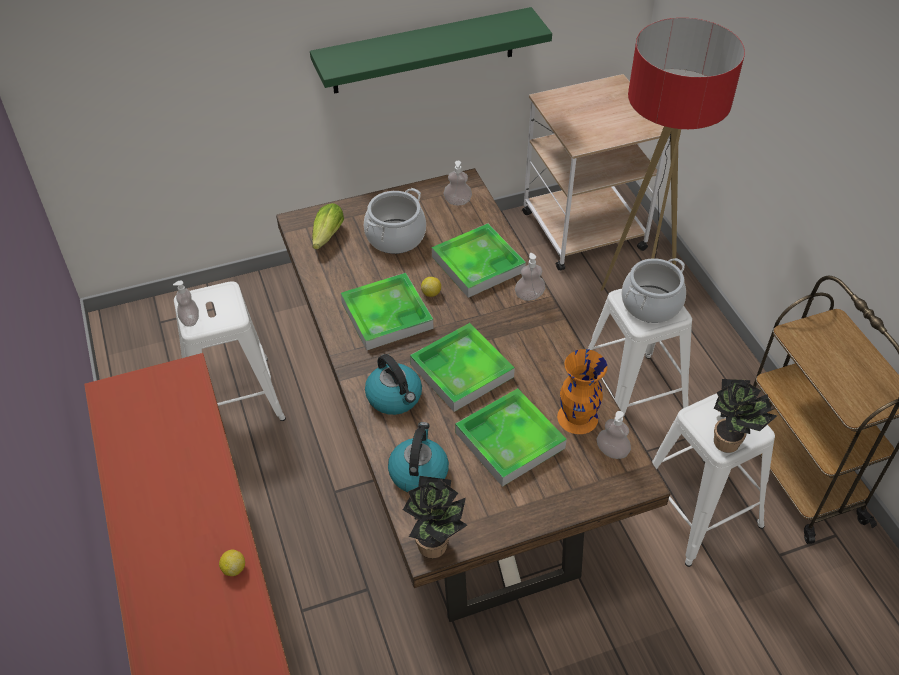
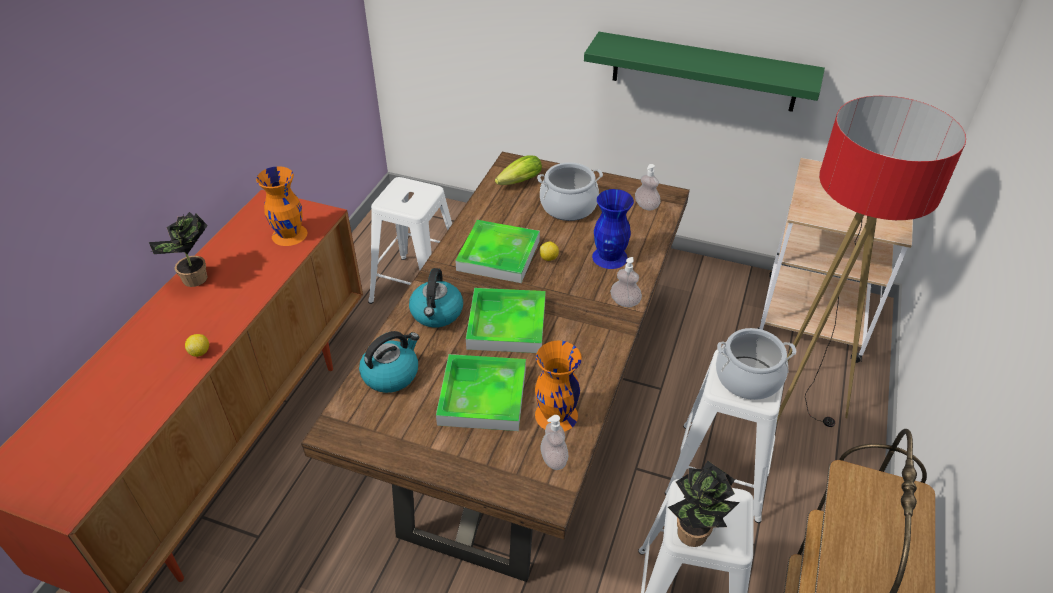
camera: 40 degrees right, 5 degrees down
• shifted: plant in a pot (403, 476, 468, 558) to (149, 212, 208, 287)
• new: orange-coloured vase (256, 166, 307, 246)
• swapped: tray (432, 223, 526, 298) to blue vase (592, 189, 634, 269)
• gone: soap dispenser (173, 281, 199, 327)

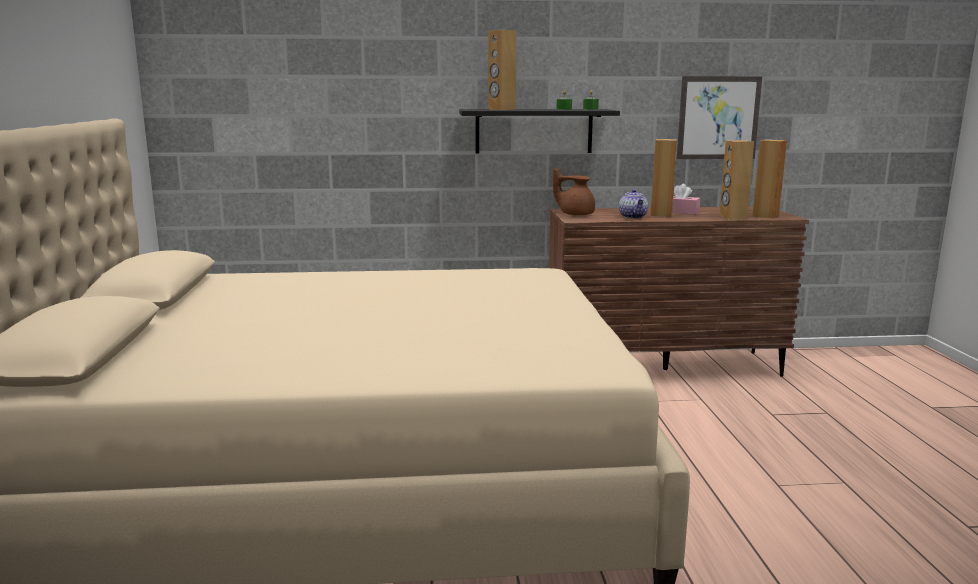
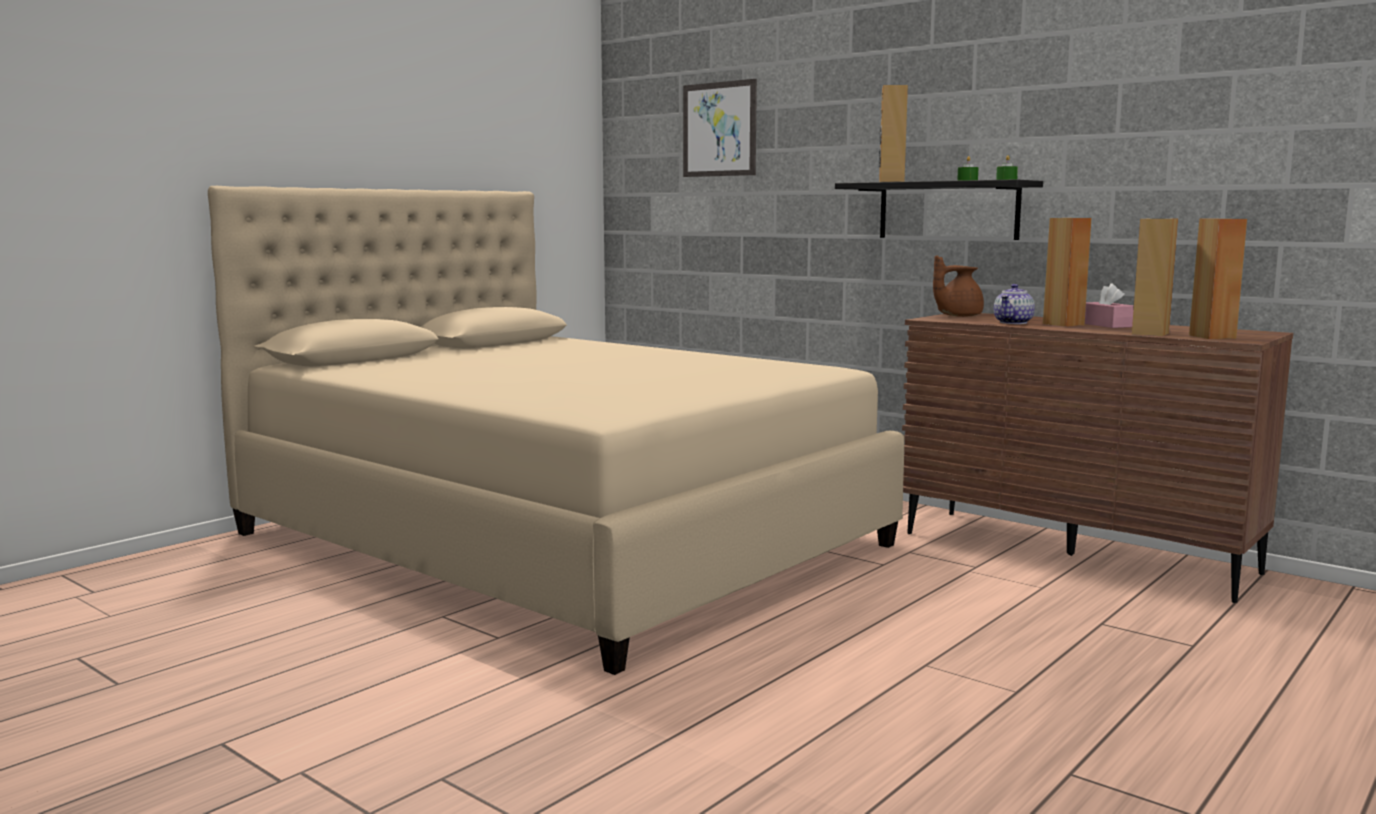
camera: 45 degrees right, 5 degrees down
• shifted: wall art (677, 76, 762, 159) to (683, 79, 757, 177)
• rotated: brownish pot for tea (553, 167, 595, 216) = (933, 256, 984, 317) 90 degrees counterclockwise

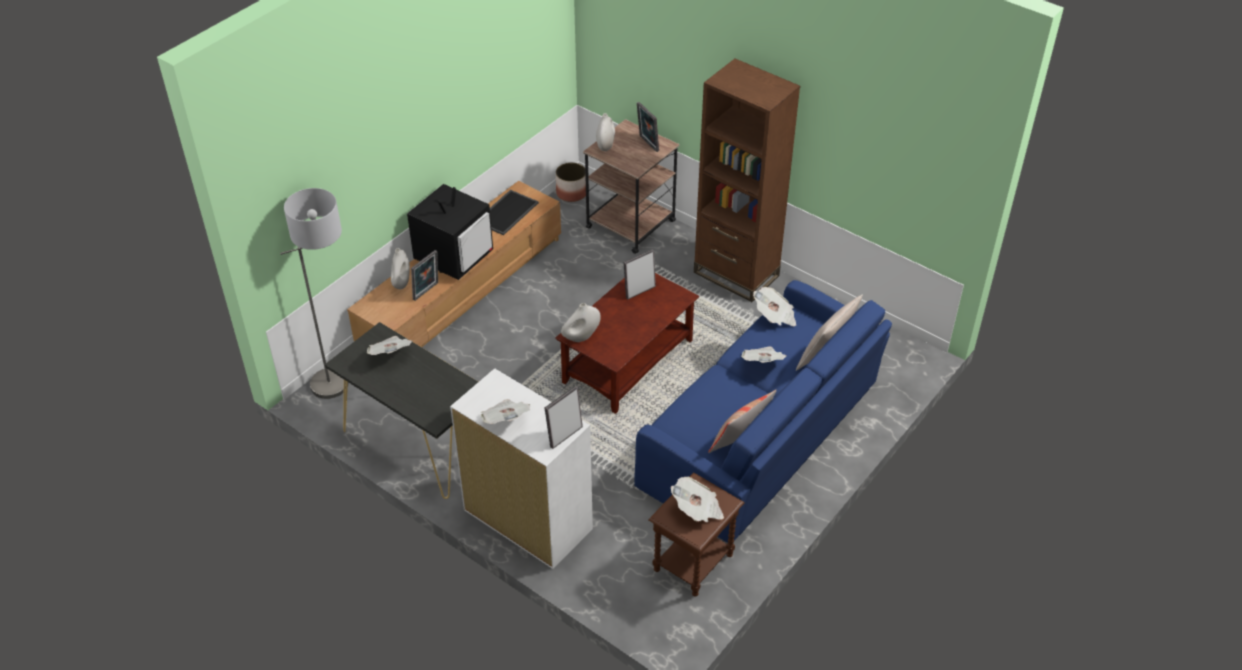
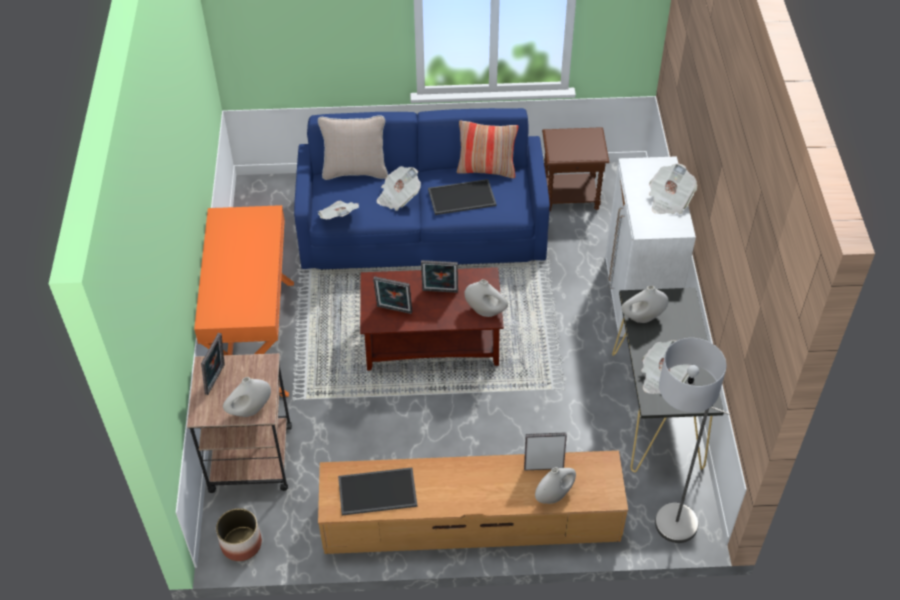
camera: 130 degrees left, 5 degrees up
• swapped: brownish bookshelf (694, 59, 800, 302) to orange-coloured hall table (194, 205, 294, 397)
• shifted: picture frame (545, 386, 583, 449) to (421, 260, 458, 293)
• new: tray (428, 179, 497, 215)
• new: whitish vase (621, 285, 669, 323)
• gone: TV (407, 184, 493, 280)
• gone: newspaper (671, 477, 724, 522)

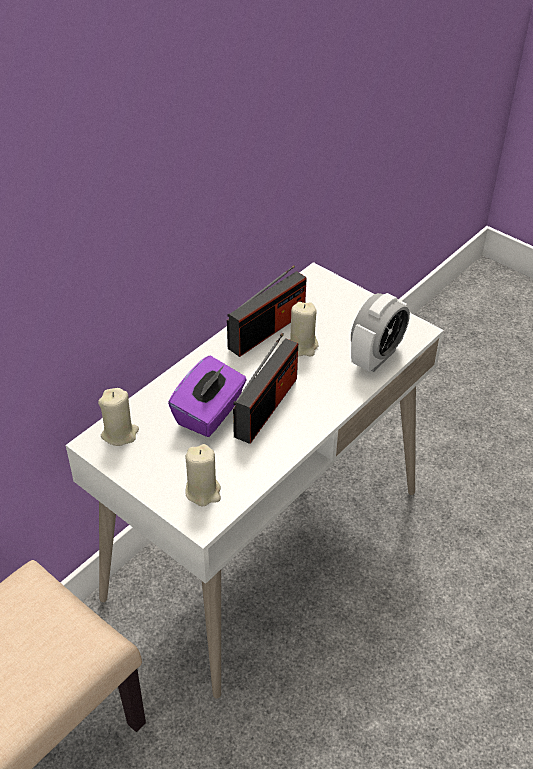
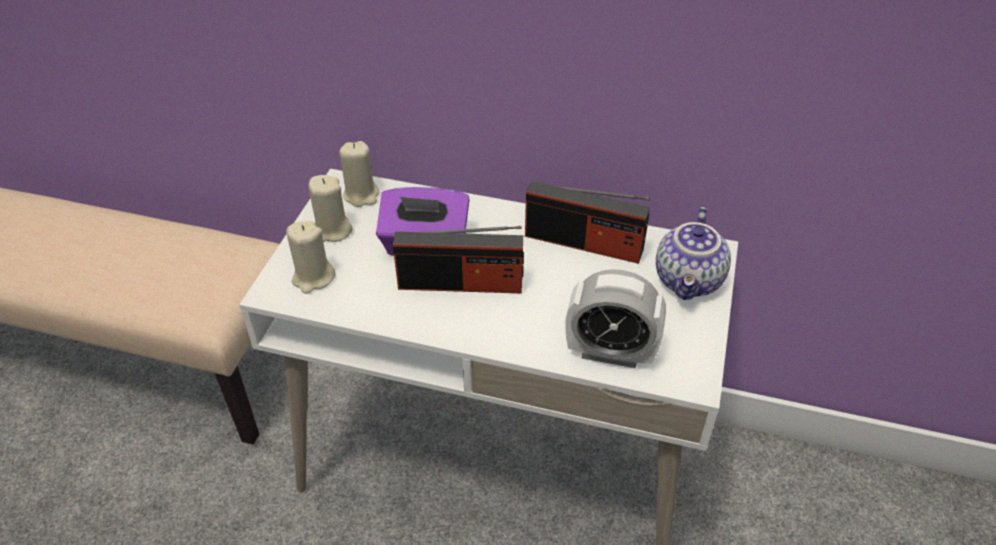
camera: 65 degrees right, 0 degrees up
• shifted: beige-coloured wax candle (290, 302, 318, 357) to (309, 175, 353, 242)
• new: pot for tea (656, 207, 731, 300)

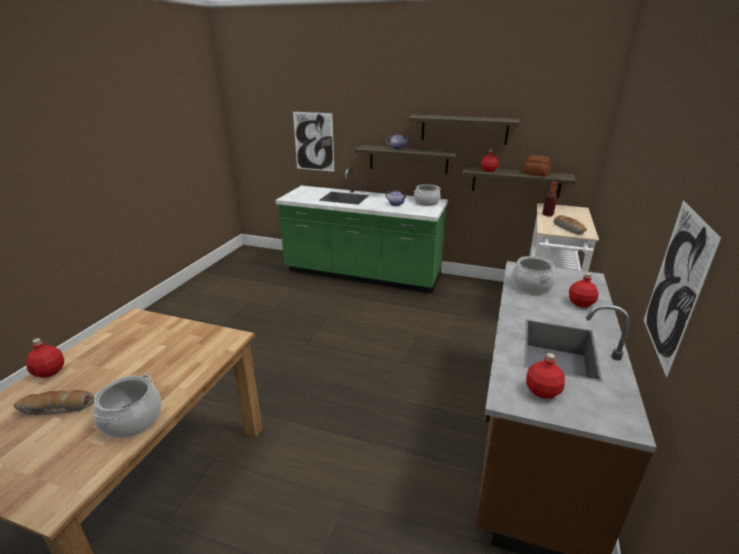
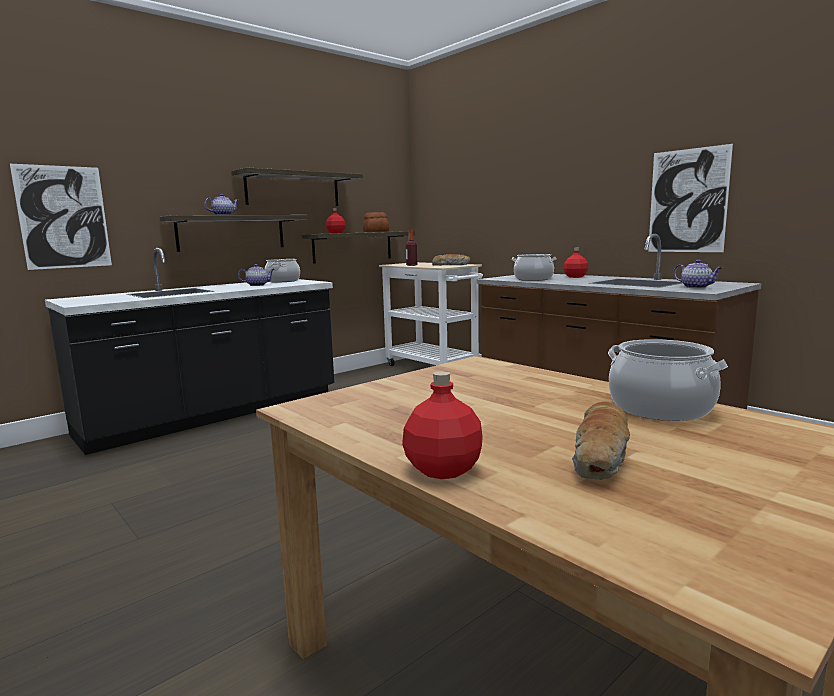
camera: 60 degrees left, 15 degrees down
• repainted: green counter (275, 167, 448, 293) to black counter (45, 248, 334, 455)
• swapped: red beverage bottle (526, 353, 565, 399) to pot for tea (673, 259, 723, 288)

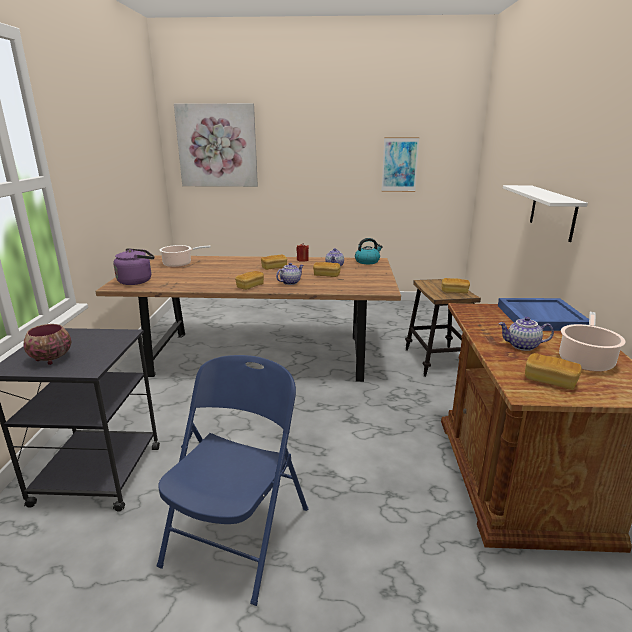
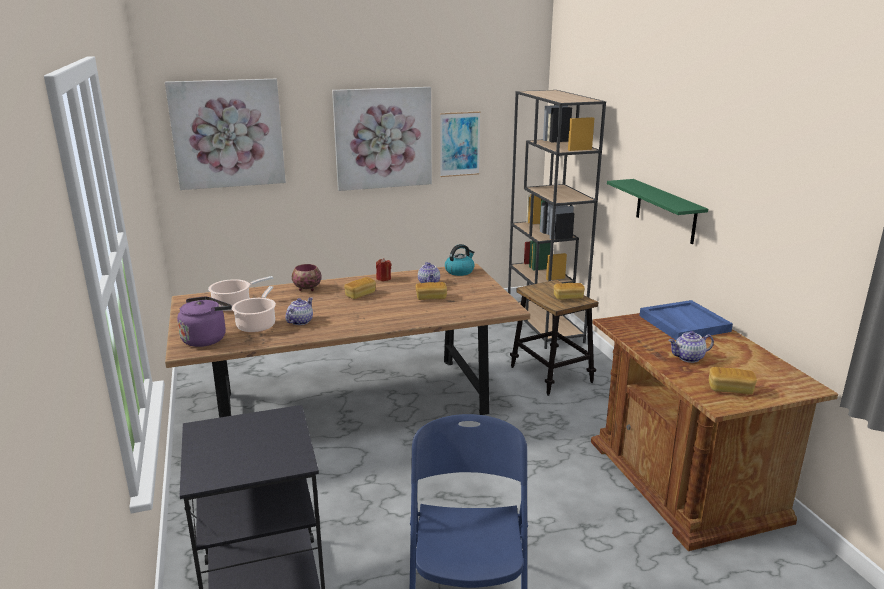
camera: 20 degrees left, 0 degrees up
• shifted: saucepot (559, 312, 626, 372) to (232, 286, 276, 333)
• shifted: pot for tea (276, 263, 303, 285) to (285, 297, 313, 325)
• shifted: deep dish (24, 324, 71, 365) to (292, 264, 321, 291)
• new: wall art (332, 87, 432, 191)
• new: bookshelf (508, 90, 606, 349)
• repainted: whitish bracket shelf (503, 185, 588, 242) to green bracket shelf (607, 179, 708, 244)
• gone: bread (235, 271, 264, 290)

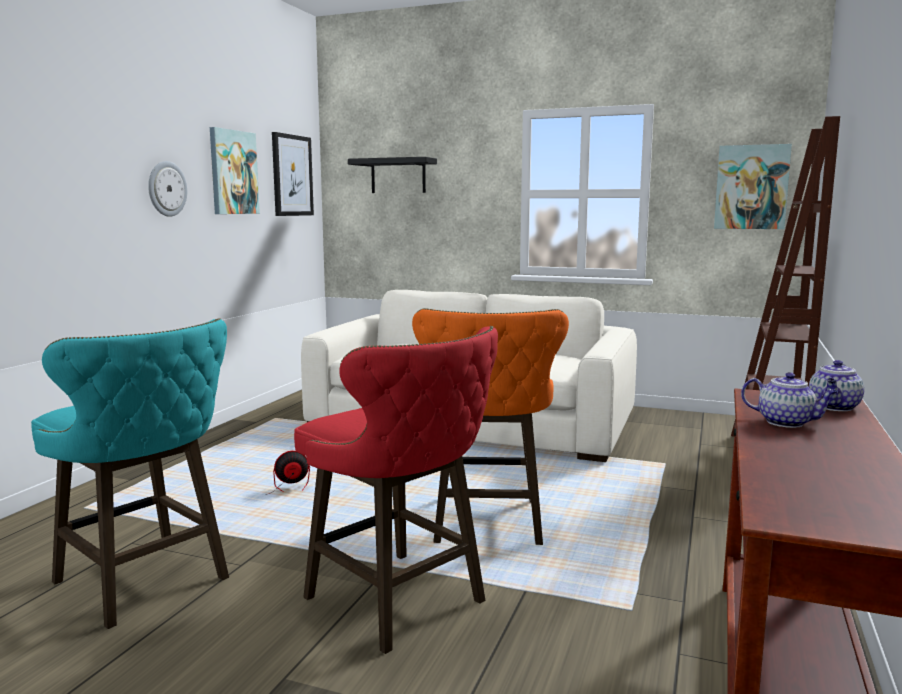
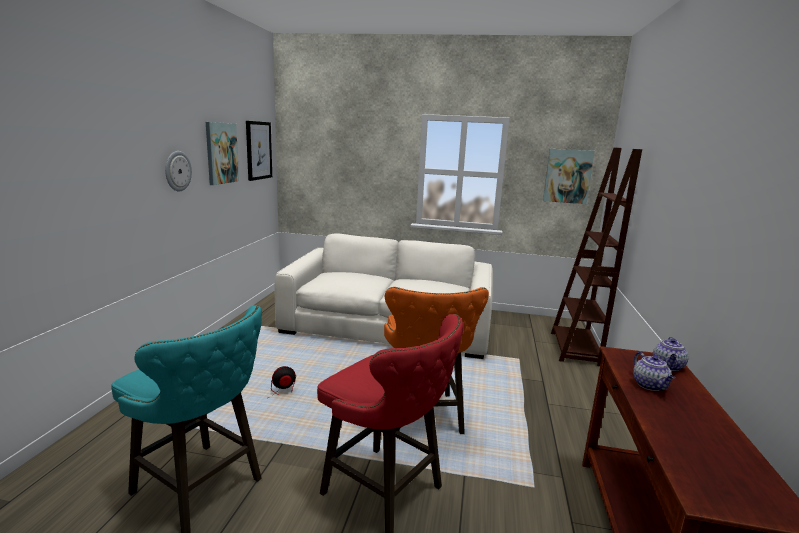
camera: 10 degrees left, 5 degrees up
• rotated: pot for tea (741, 372, 838, 428) = (633, 352, 675, 391) 60 degrees clockwise
• gone: black bracket shelf (348, 157, 437, 193)

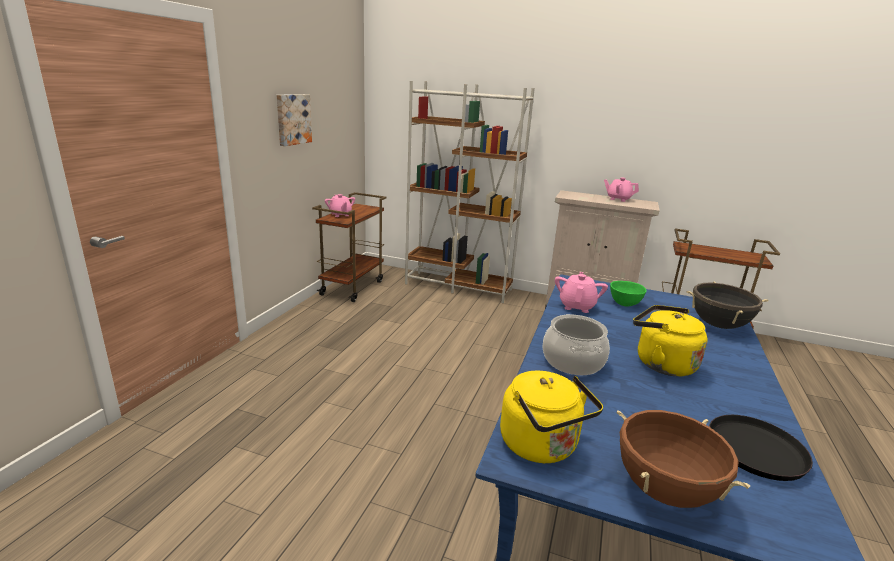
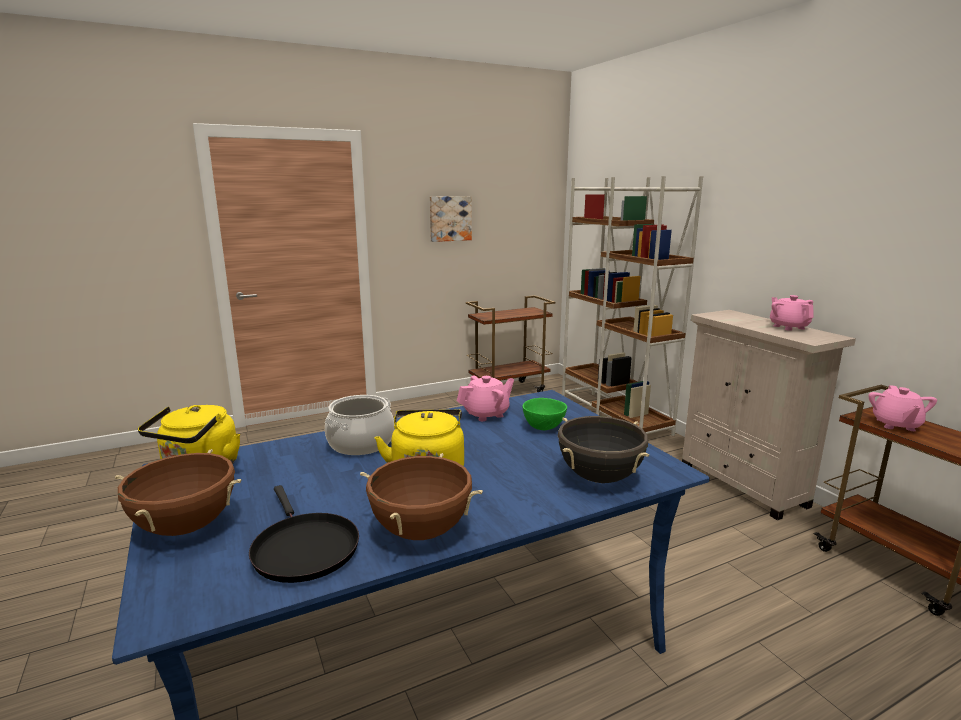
camera: 45 degrees right, 5 degrees down
• new: brownish saucepot (360, 453, 483, 540)
• shifted: pinkish pot for tea (325, 194, 355, 217) to (869, 385, 937, 431)

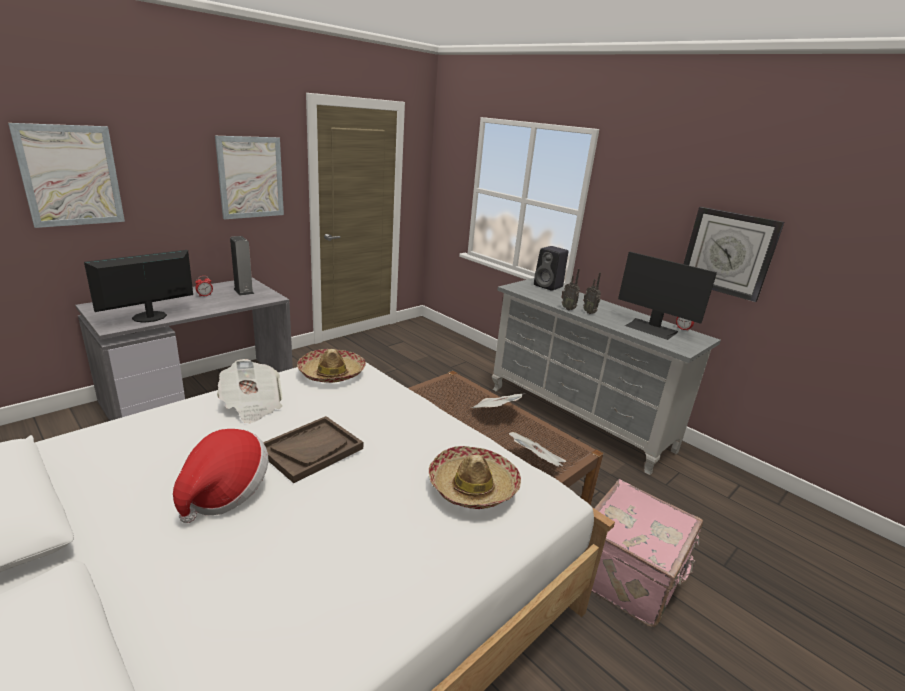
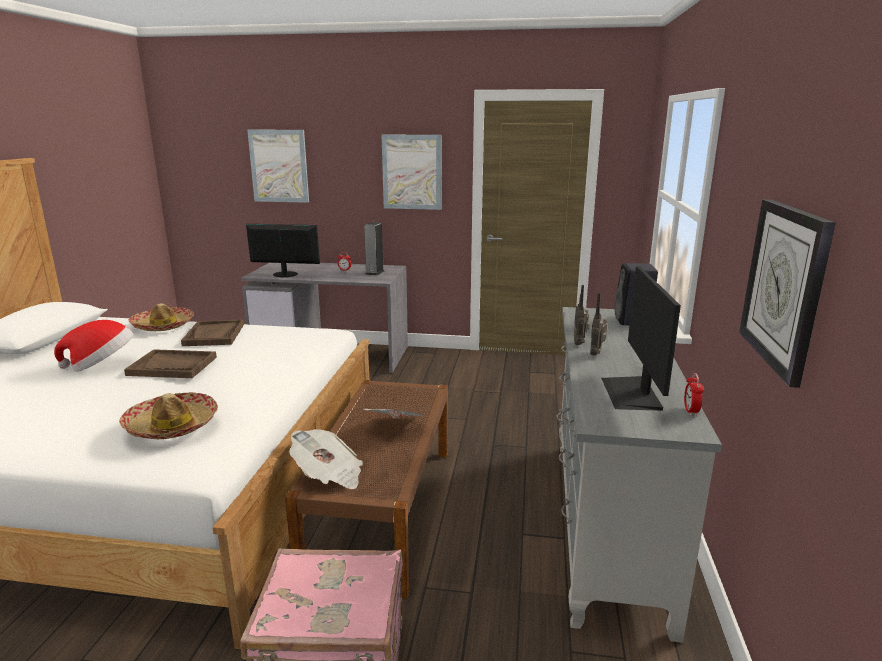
camera: 55 degrees right, 5 degrees down
• shifted: clothing hat (297, 349, 366, 383) to (129, 303, 194, 331)
• swapped: newspaper (217, 359, 282, 423) to brownish tray (181, 320, 244, 346)

